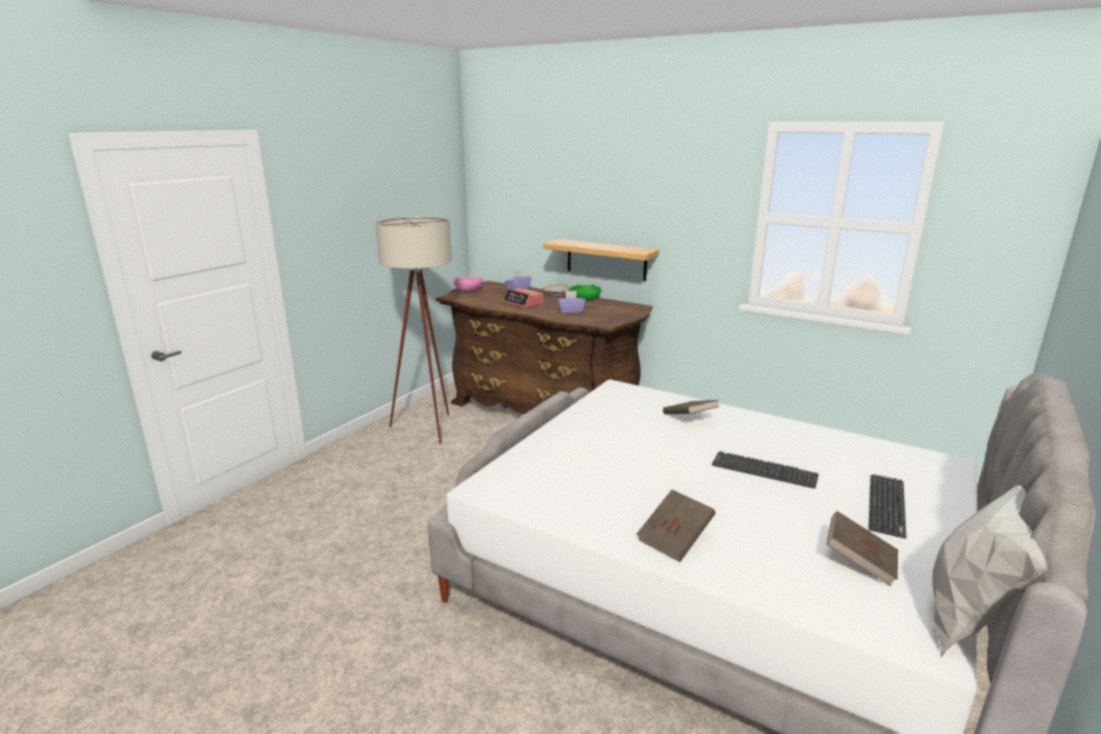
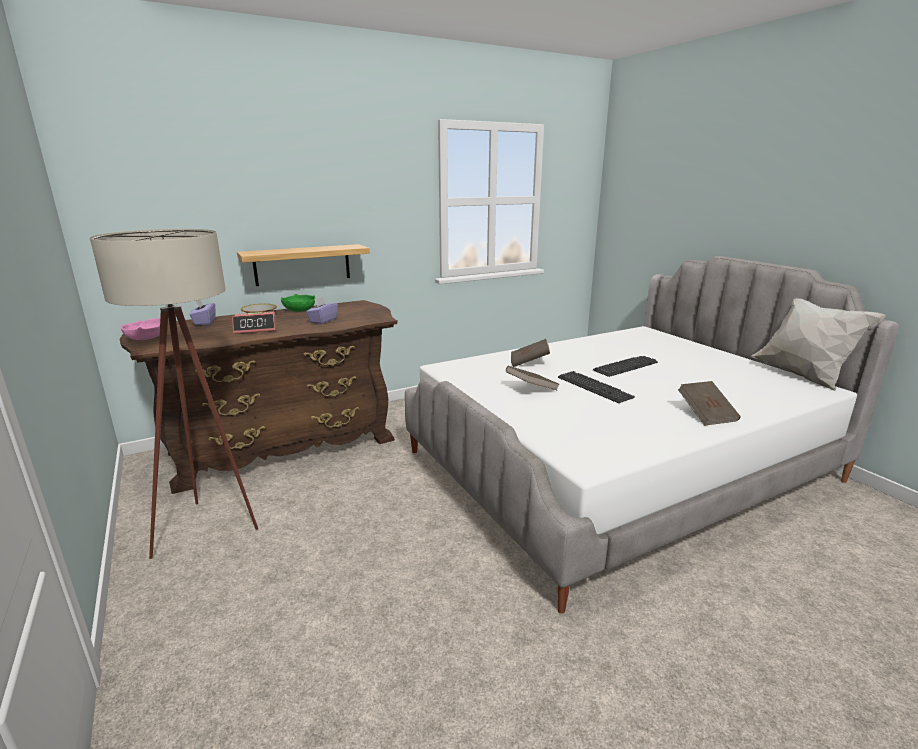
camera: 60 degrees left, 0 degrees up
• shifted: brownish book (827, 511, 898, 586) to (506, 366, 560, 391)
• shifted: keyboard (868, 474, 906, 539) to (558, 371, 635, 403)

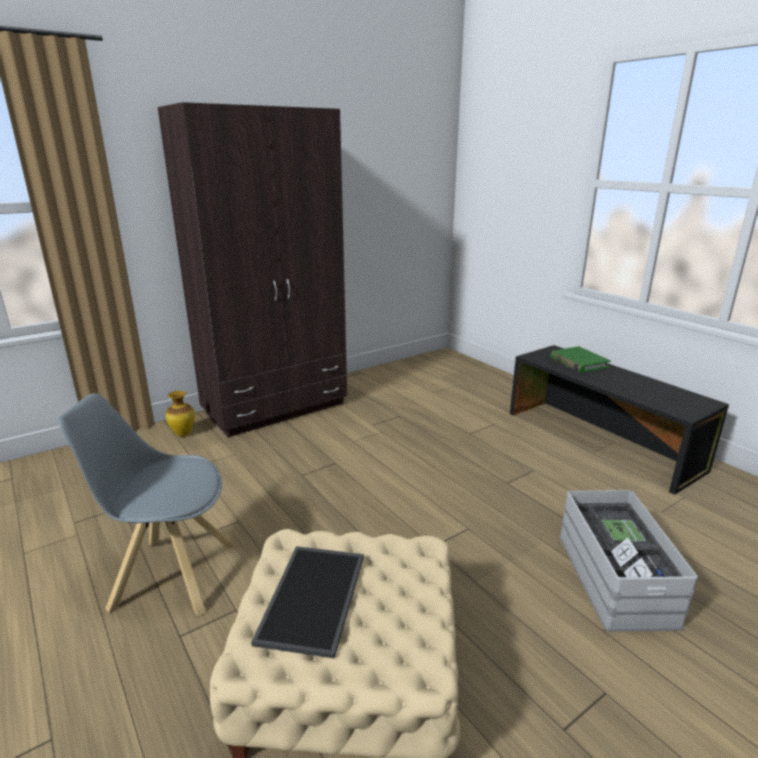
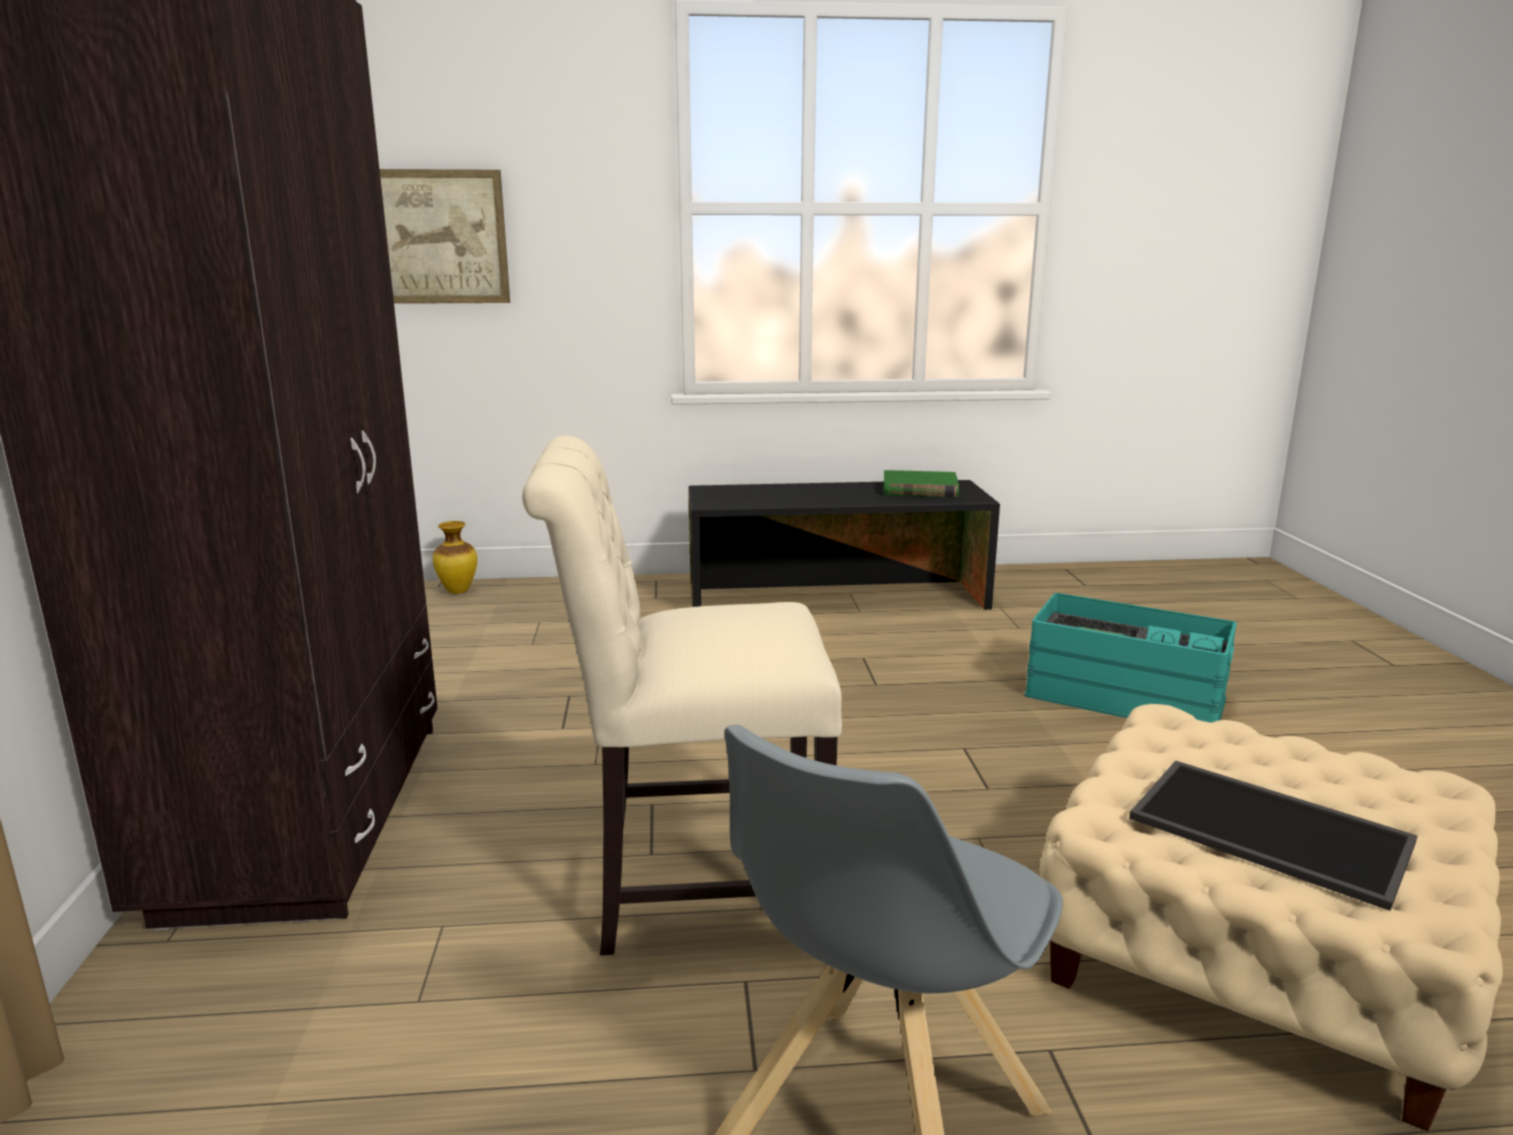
camera: 60 degrees left, 5 degrees down
• new: wall art (380, 169, 510, 304)
• shifted: vase (166, 391, 195, 437) to (433, 521, 477, 594)
• new: beige-coloured plain chair (522, 436, 842, 955)
• shifted: green book (550, 346, 611, 373) to (884, 470, 959, 497)
• repainted: grey storage bin (559, 490, 698, 632) to turquoise-coloured storage bin (1025, 593, 1237, 723)

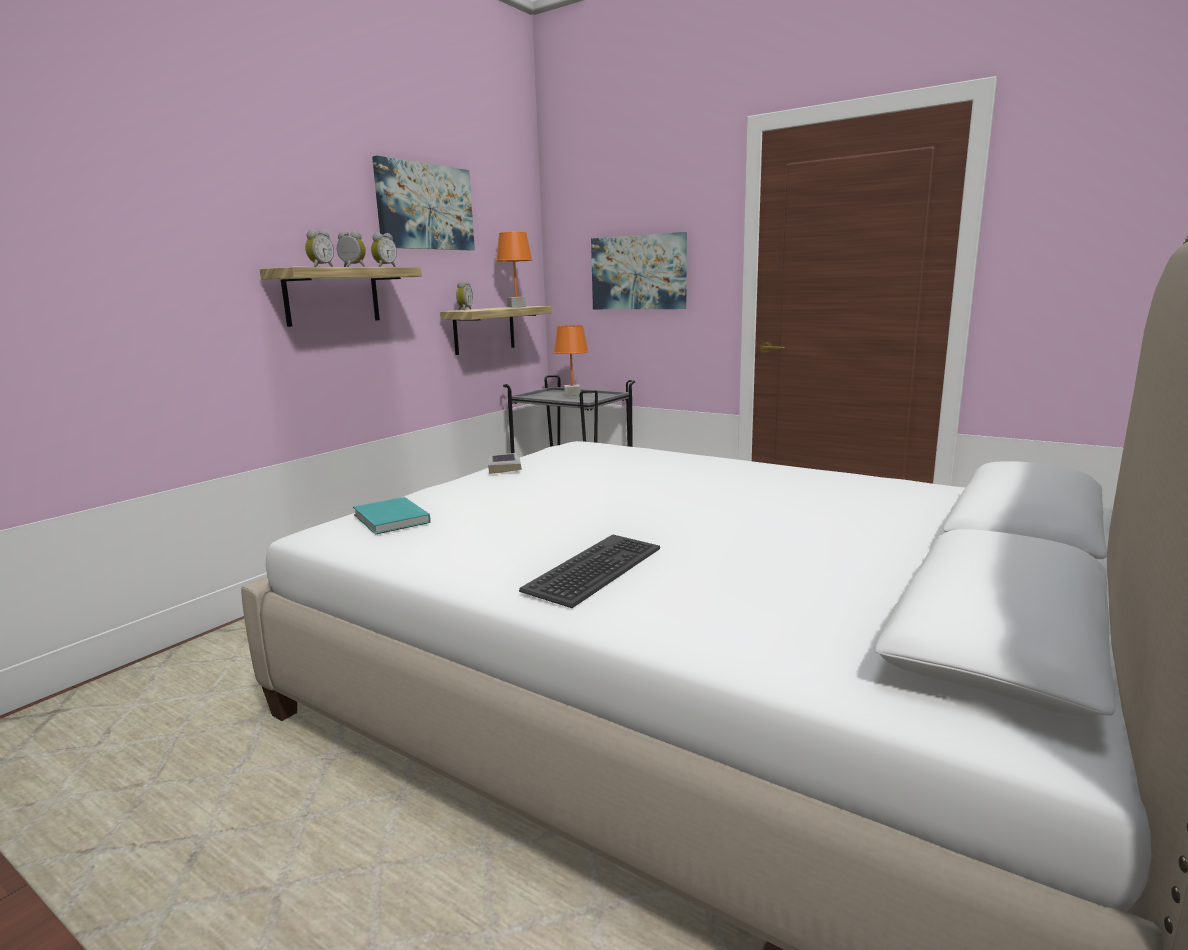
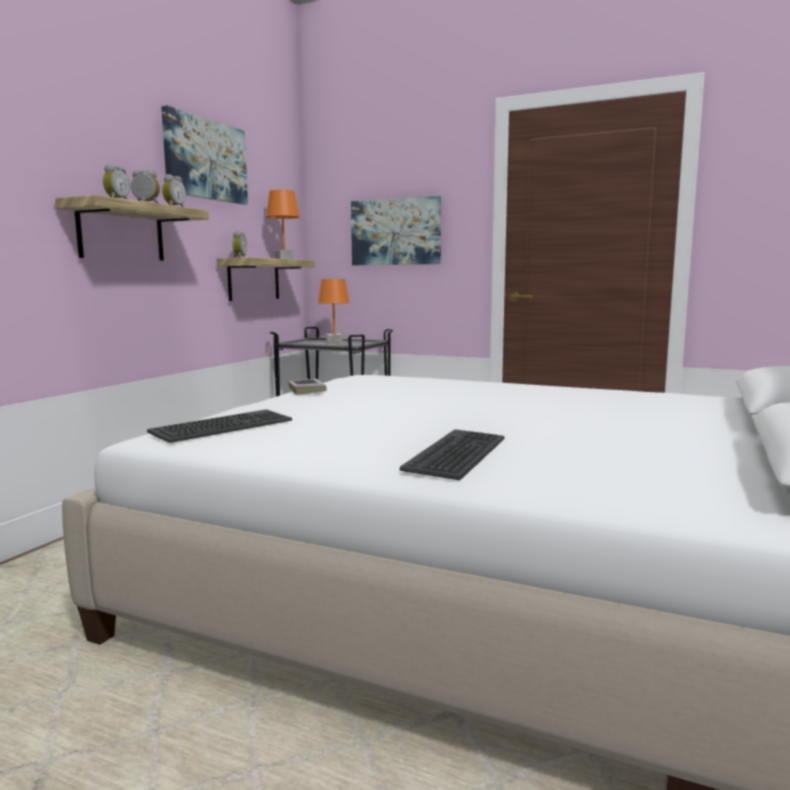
camera: 10 degrees left, 5 degrees down
• swapped: turquoise-coloured book (353, 497, 431, 535) to keyboard (147, 409, 292, 443)

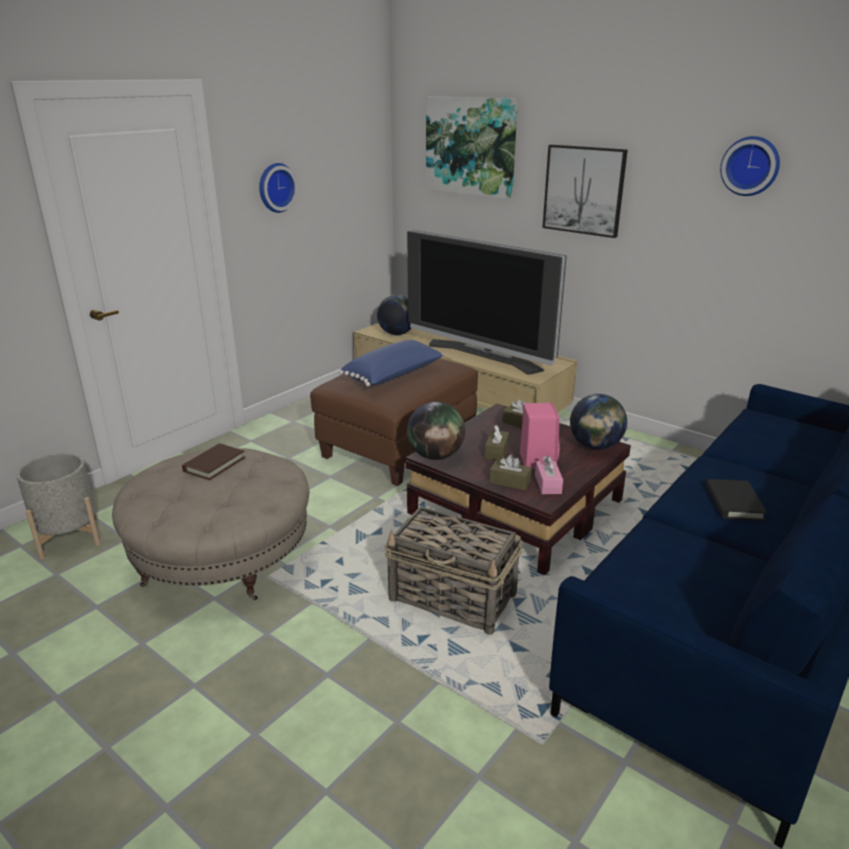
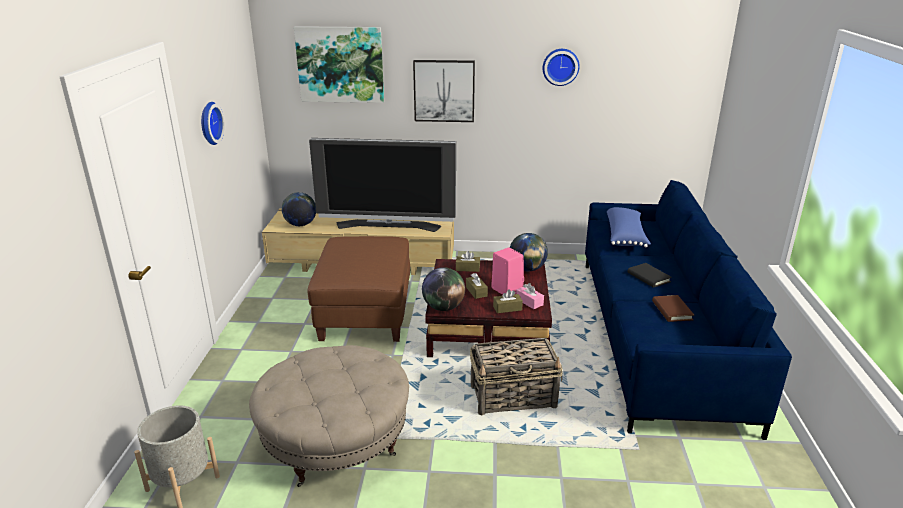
camera: 35 degrees left, 0 degrees up
• shifted: blue cushion (339, 340, 444, 387) to (607, 207, 651, 247)
• shifted: brownish book (182, 443, 245, 480) to (652, 295, 694, 322)

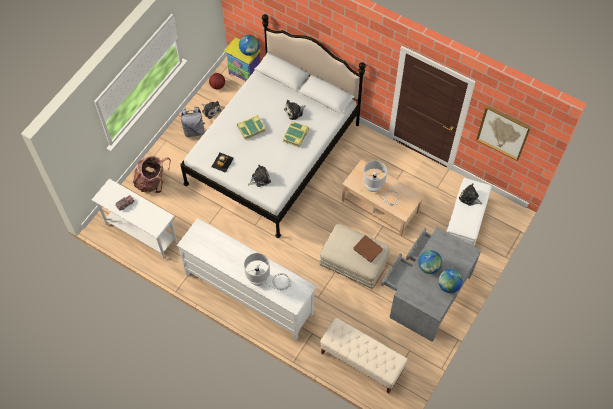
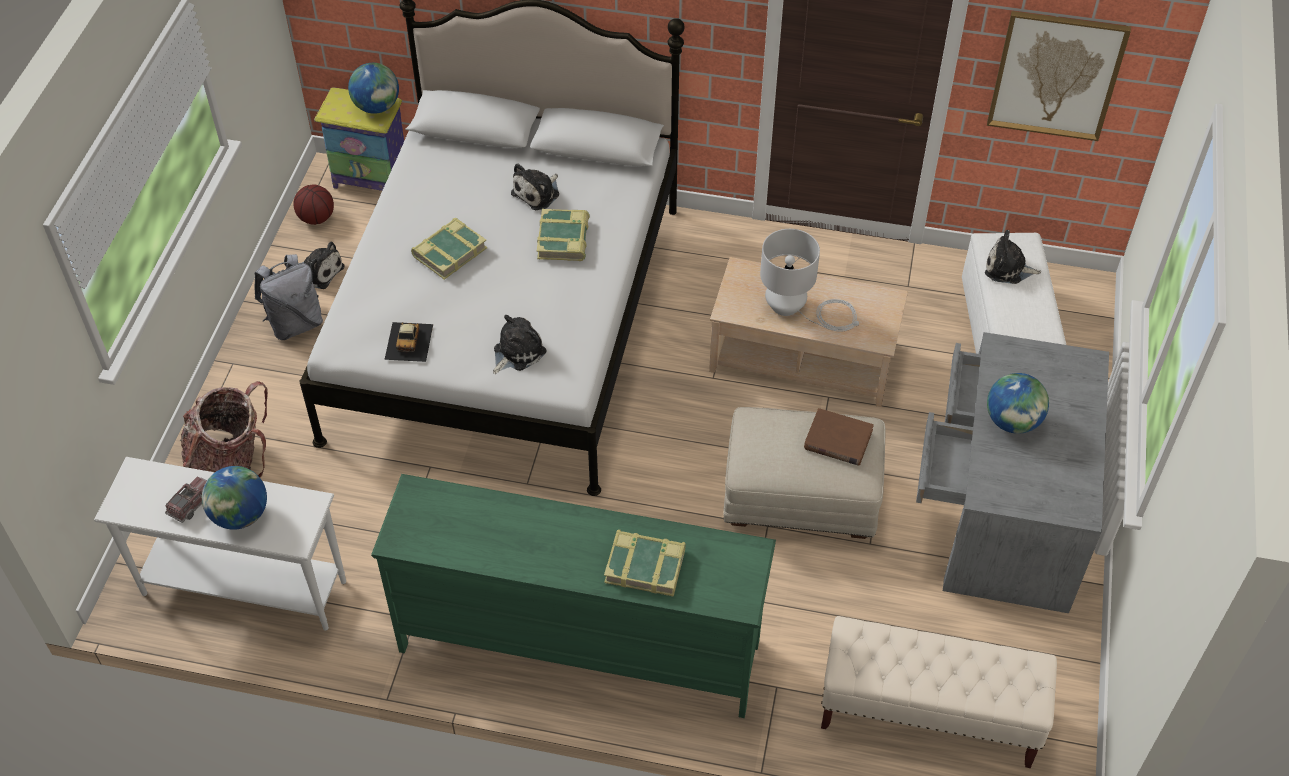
camera: 20 degrees left, 10 degrees down
• shifted: globe (438, 269, 462, 293) to (202, 466, 267, 530)
• repainted: whitish dresser (177, 218, 317, 340) to green dresser (371, 474, 776, 718)
• swapped: whitish lamp for a table (244, 253, 291, 290) to book (604, 529, 686, 597)

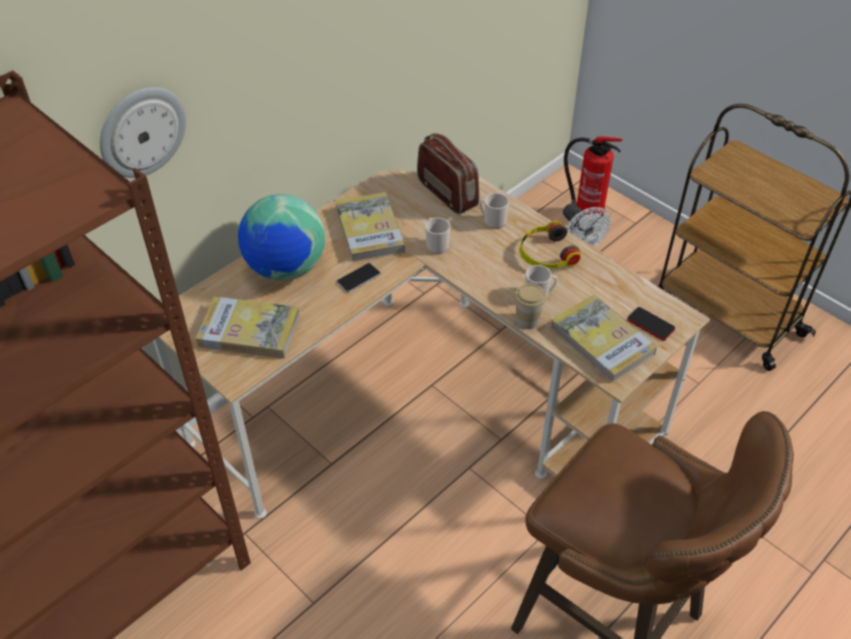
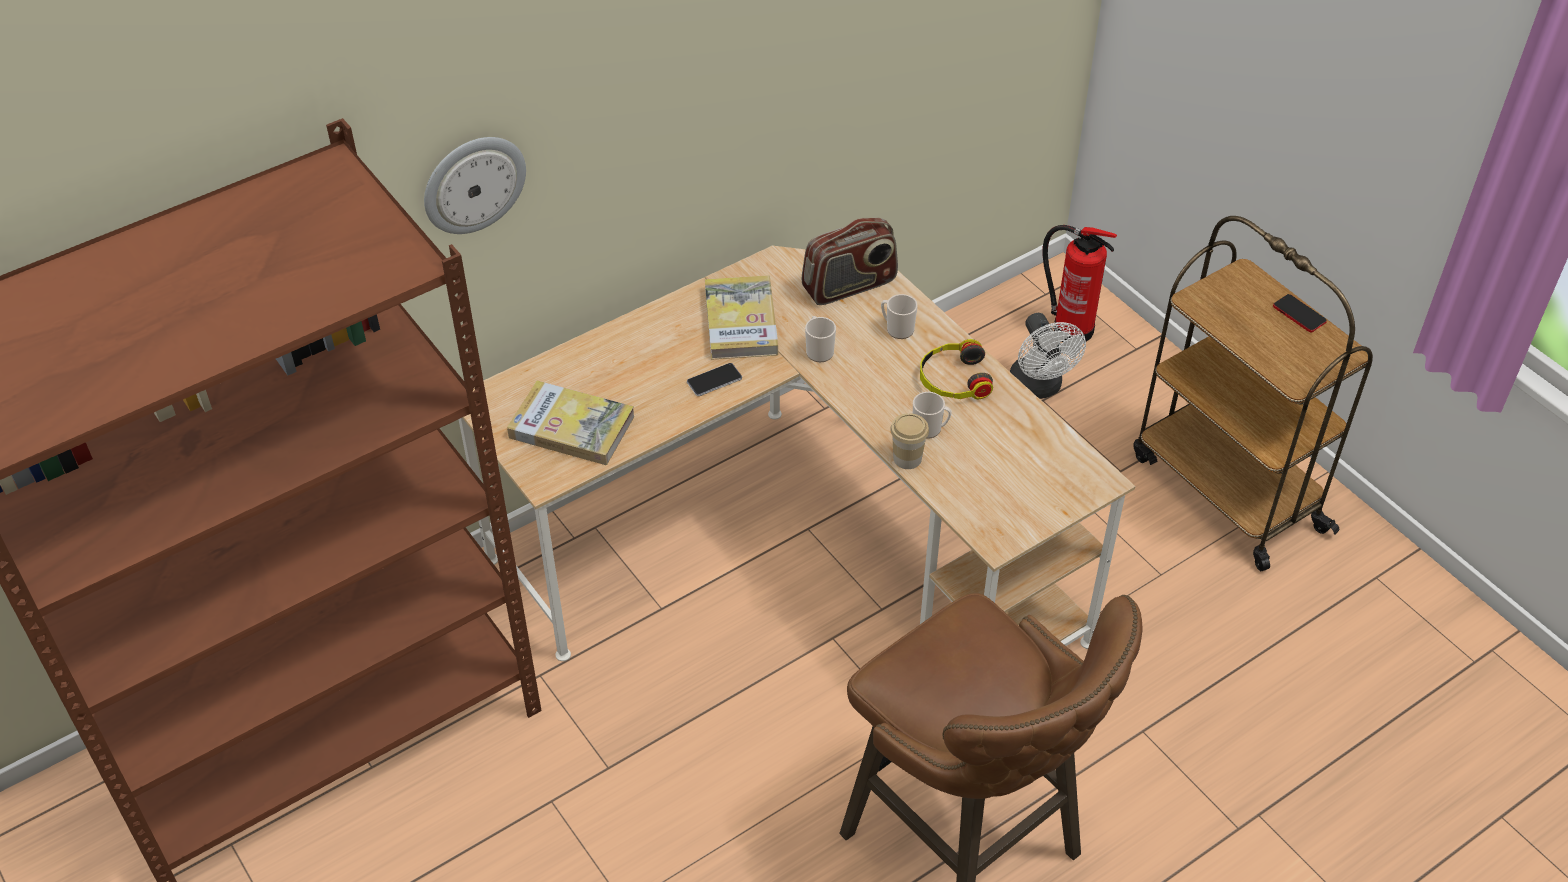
camera: 10 degrees right, 0 degrees up
• rotated: radio receiver (417, 133, 479, 214) = (802, 217, 898, 305) 90 degrees clockwise
• shifted: telephone (627, 307, 675, 341) to (1273, 294, 1327, 333)
• gone: globe (238, 194, 325, 281)
• gone: book (550, 294, 657, 383)

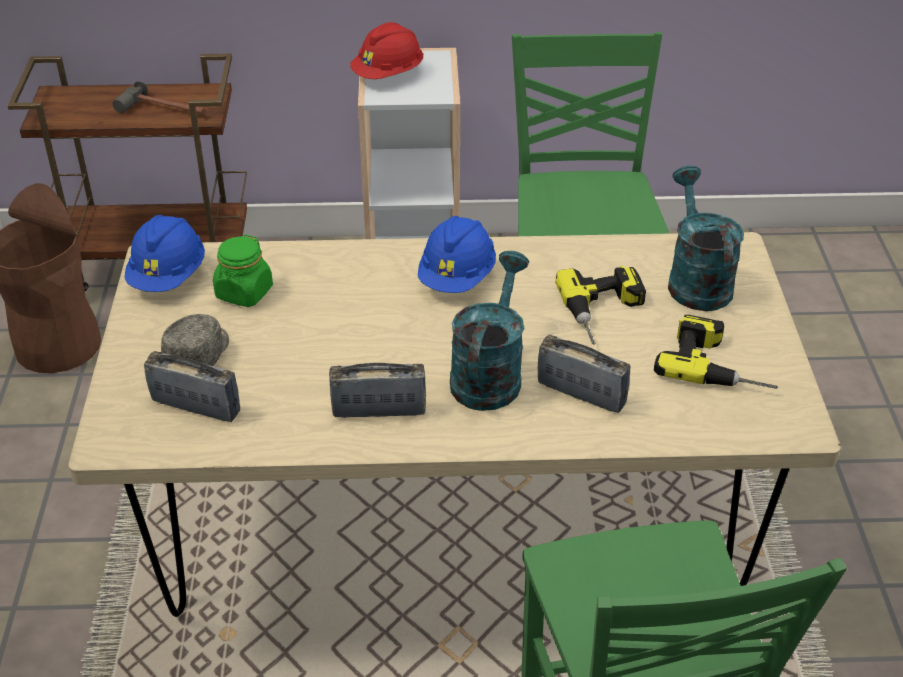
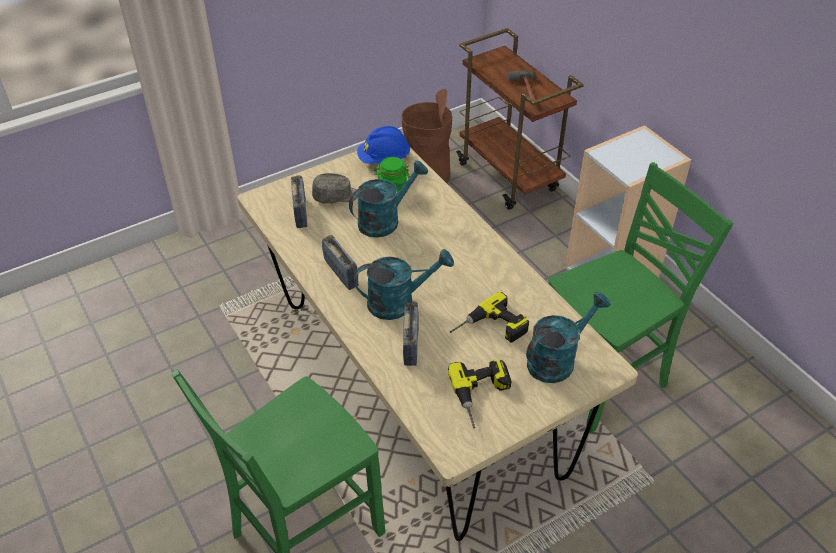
camera: 60 degrees right, 5 degrees up
• new: turquoise-coloured watering pot (349, 160, 428, 238)
• gone: red safety helmet (350, 22, 423, 79)
• gone: blue safety helmet (418, 216, 496, 293)

